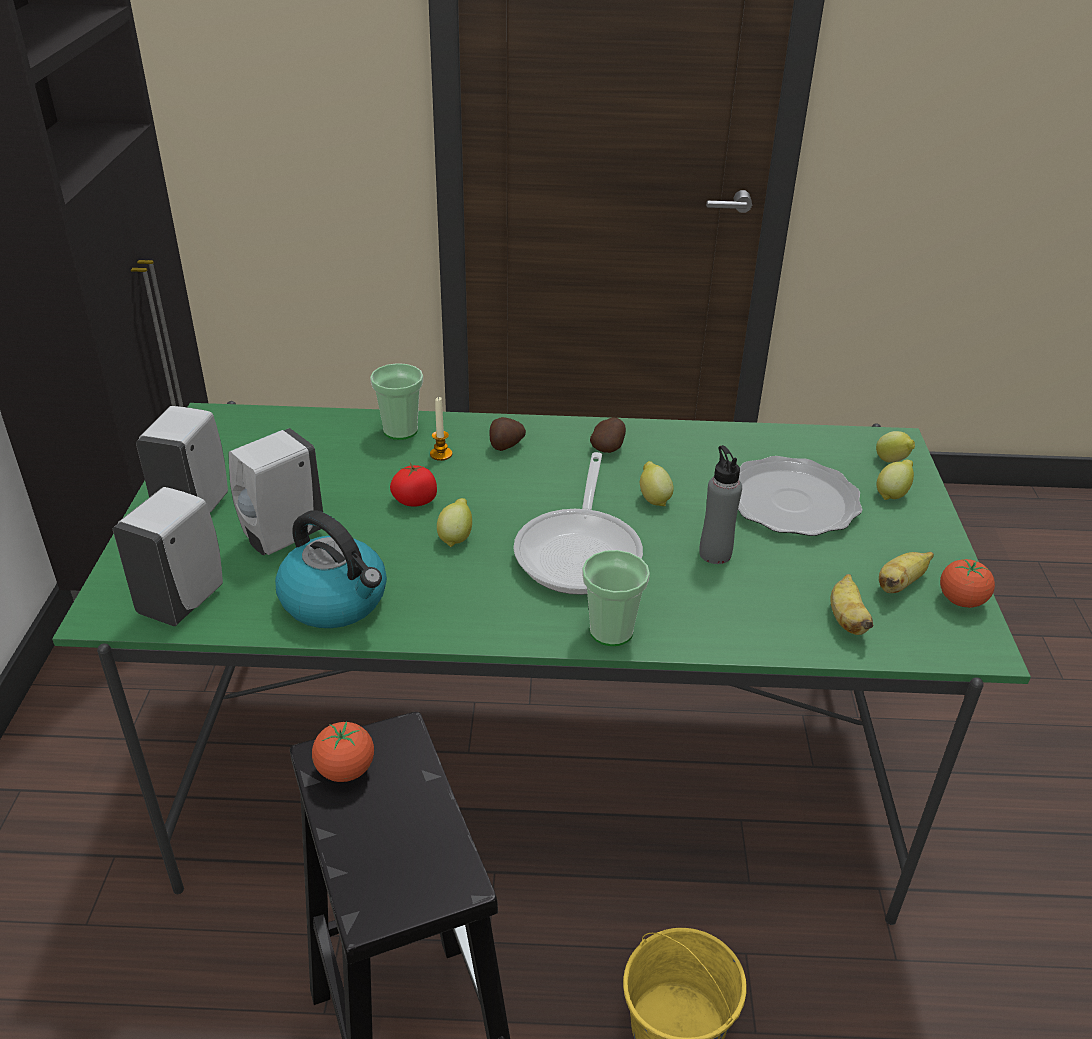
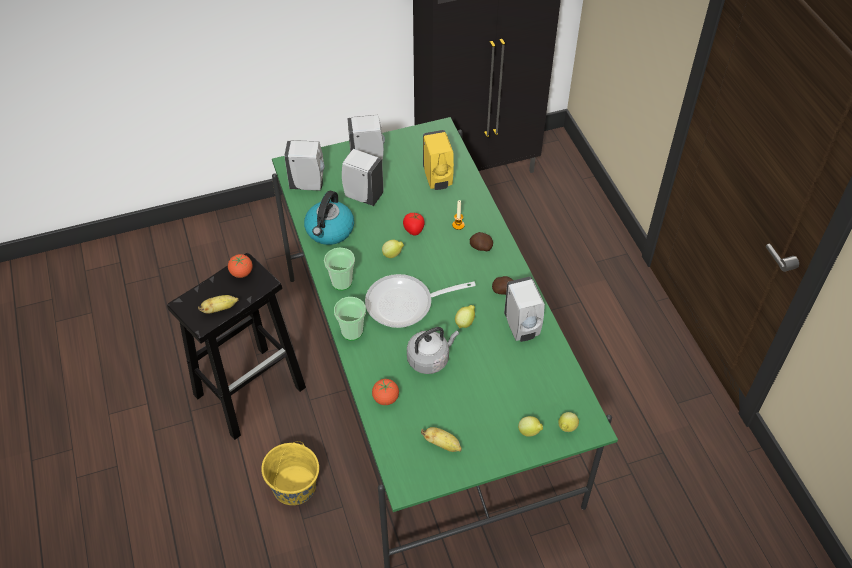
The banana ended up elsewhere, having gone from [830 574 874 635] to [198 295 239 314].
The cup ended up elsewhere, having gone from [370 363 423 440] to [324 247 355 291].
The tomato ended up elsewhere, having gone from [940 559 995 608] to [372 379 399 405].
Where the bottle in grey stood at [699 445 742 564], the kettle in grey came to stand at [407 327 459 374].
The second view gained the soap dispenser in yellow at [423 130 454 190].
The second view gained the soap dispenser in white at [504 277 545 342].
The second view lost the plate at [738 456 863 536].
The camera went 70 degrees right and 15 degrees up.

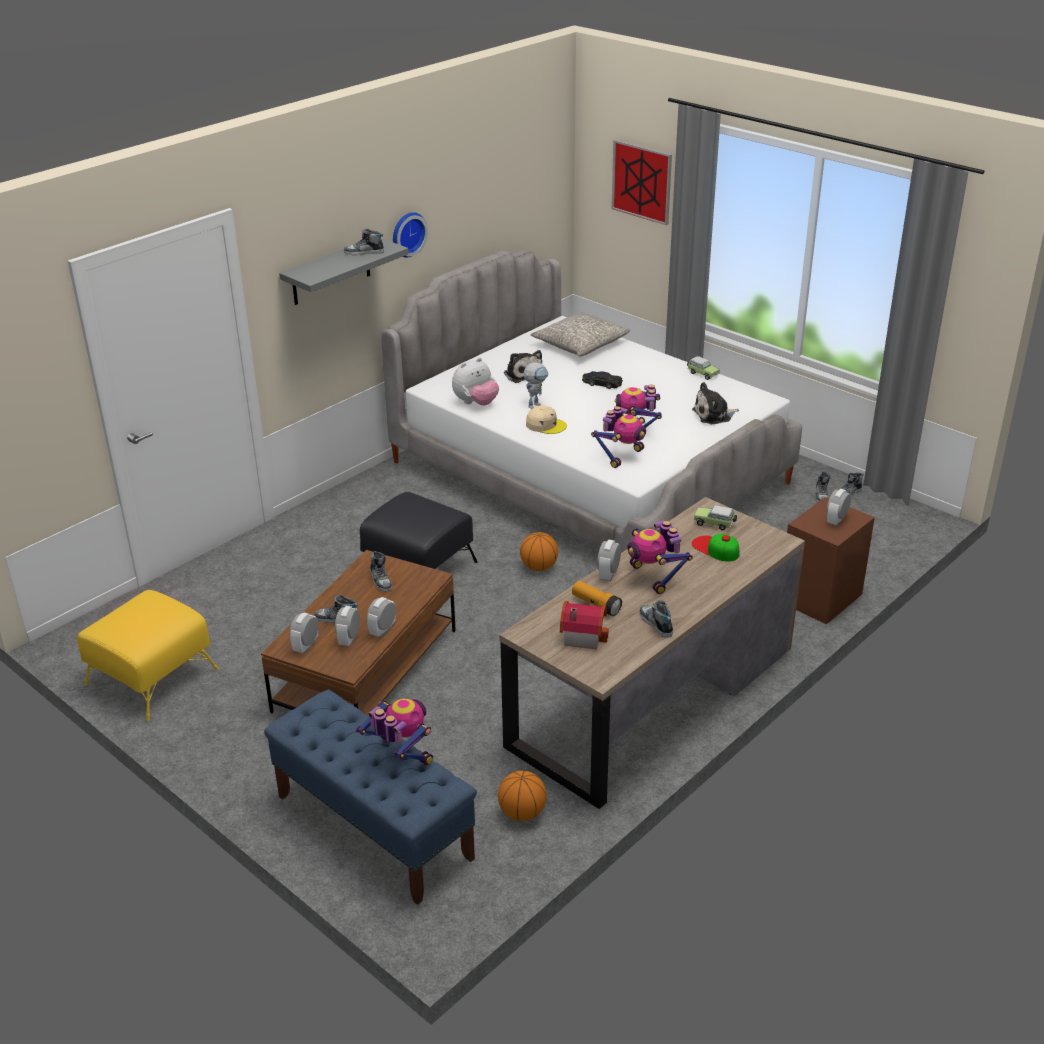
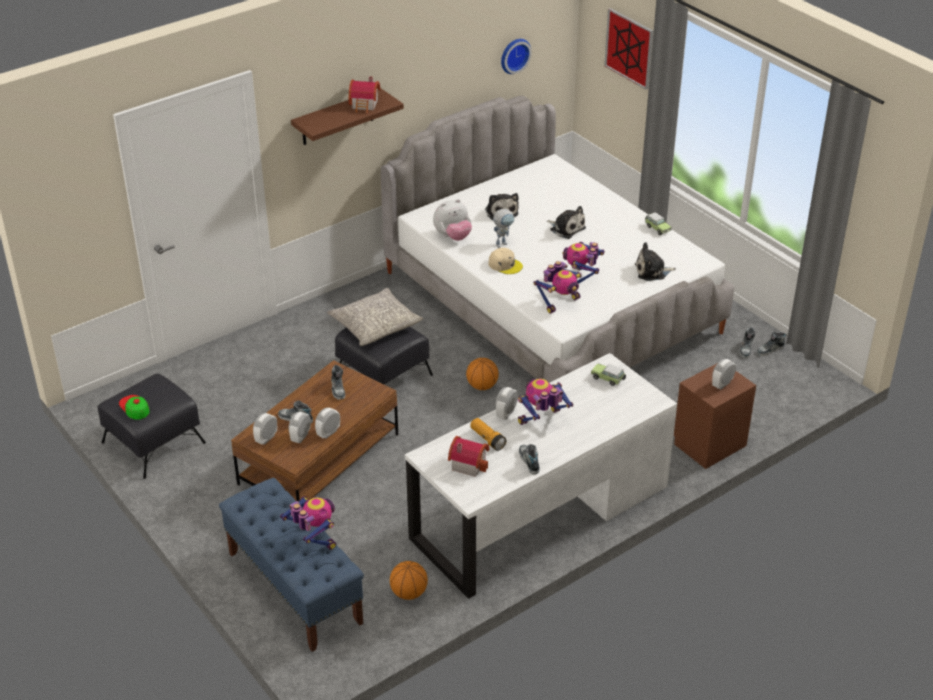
What was the ottoman in yellow at [77 590 219 721] turned into the ottoman in black at [97 374 206 479].
The cap ended up elsewhere, having gone from [692 534 739 561] to [119 395 150 420].
What was the shelf in grey at [279 238 409 305] turned into the shelf in brown at [291 89 404 145].
The pillow in grey ended up elsewhere, having gone from [531 312 630 356] to [327 288 423 346].
Where the shoe stood at [344 229 384 255], the toy house came to stand at [348 76 380 113].
What was the desk in brown at [499 497 805 809] turned into the desk in white at [405 353 677 599].
The wall clock ended up elsewhere, having gone from [393 212 428 258] to [501 39 532 74].
The toy robot at [627 521 693 594] ended up facing another way, 75 degrees clockwise from before.
Where the toy car in black stood at [582 371 623 389], the plush toy came to stand at [547 206 586 239].
The camera went 10 degrees right and 5 degrees up.

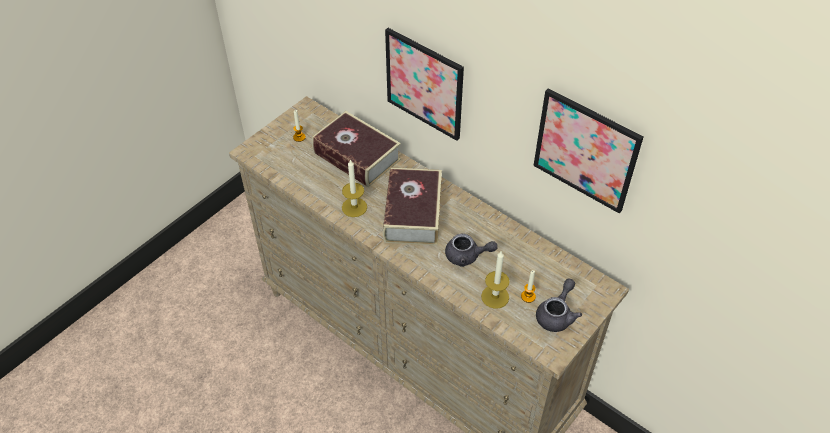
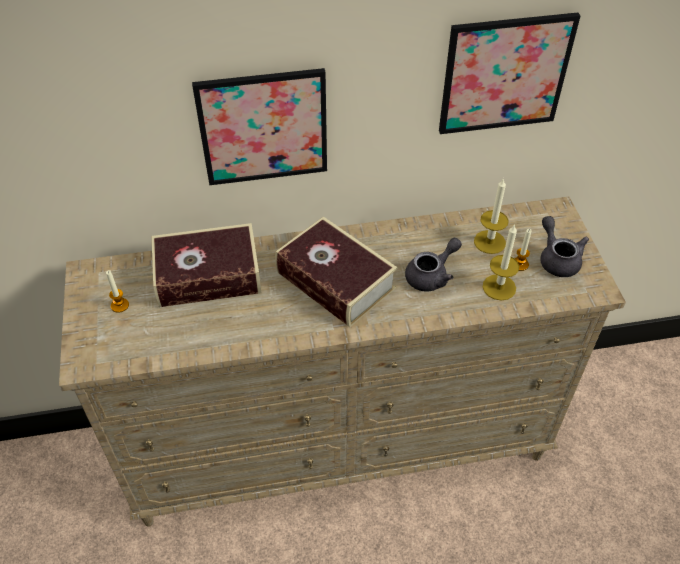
The candle ended up elsewhere, having gone from [342 159 367 217] to [474 178 509 254].
The camera went 50 degrees left and 0 degrees up.

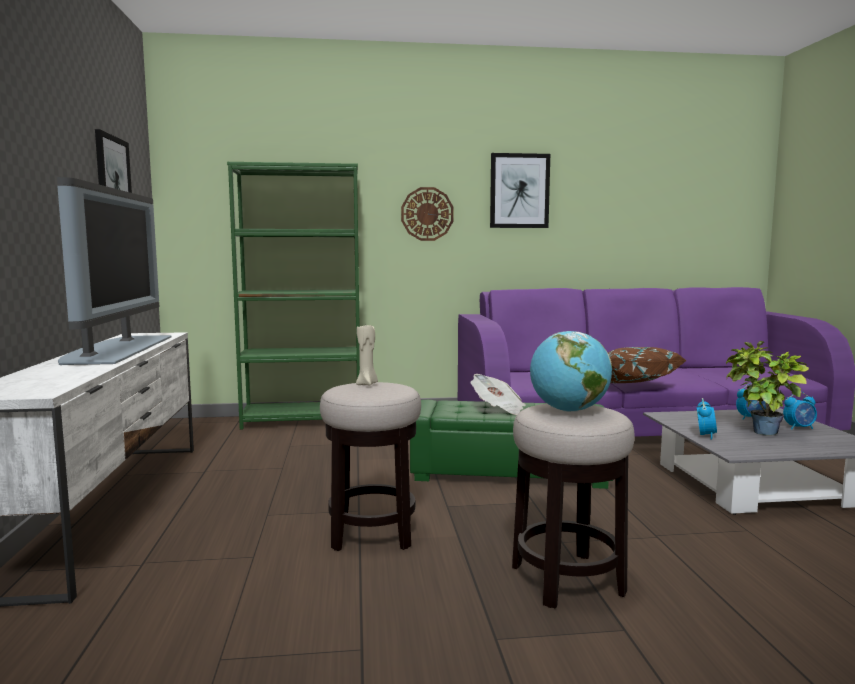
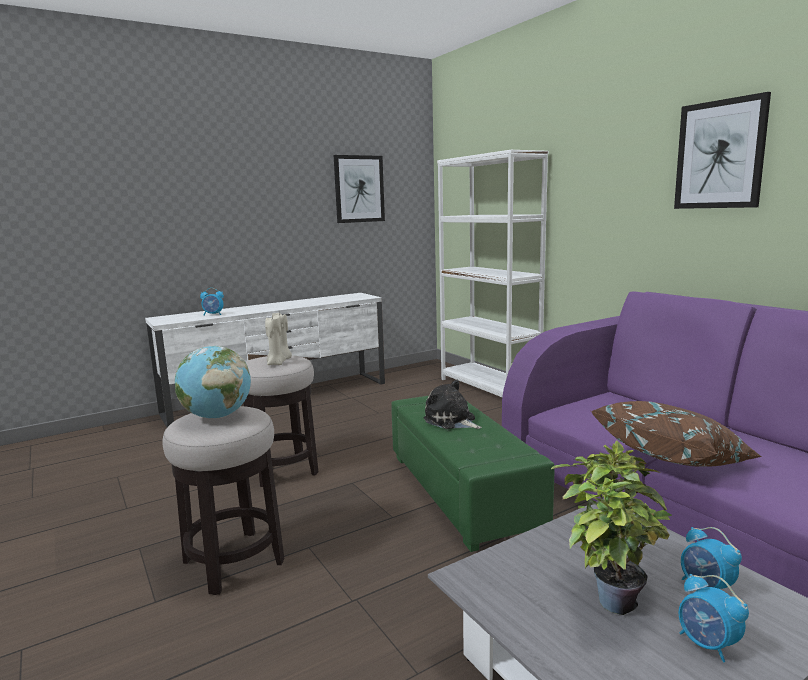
The alarm clock ended up elsewhere, having gone from [697 398 717 440] to [200 288 224 316].
The second view gained the candle in beige at [265 315 286 365].
Where the newspaper stood at [471 374 526 415], the plush toy came to stand at [424 380 482 429].
What was the bookcase in green at [227 162 360 430] turned into the bookcase in white at [437 150 549 397].
The second view lost the television at [57 177 172 365].
The second view lost the wall clock at [401 187 454 241].
The camera went 65 degrees right and 5 degrees up.

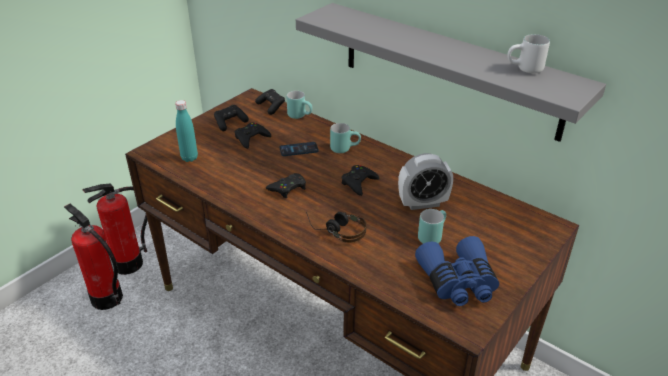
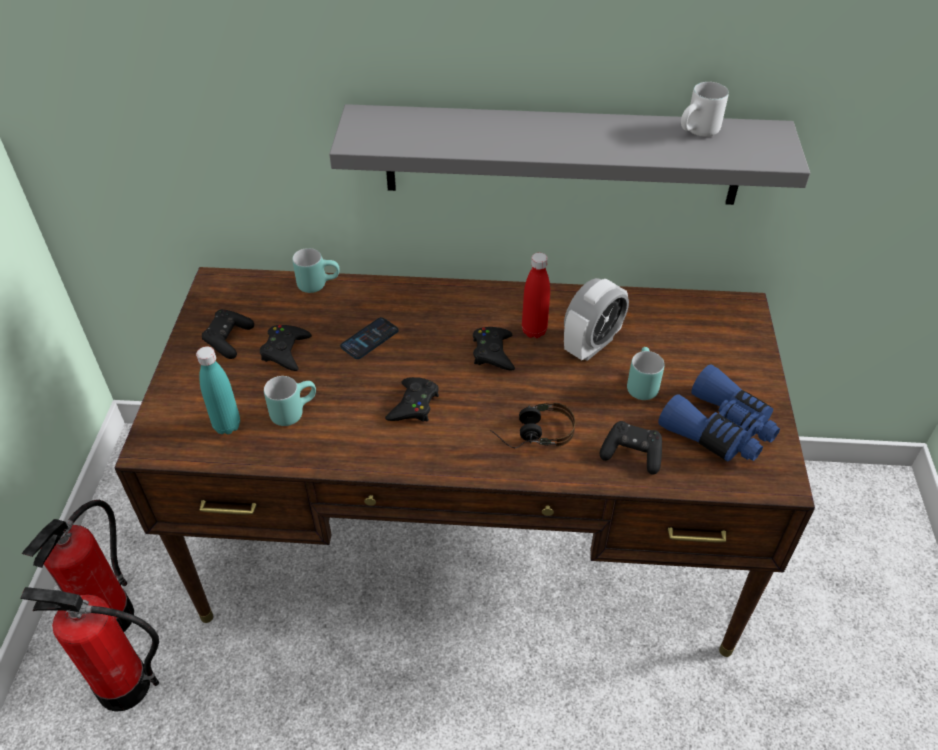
The mug in turquoise ended up elsewhere, having gone from [330 123 361 153] to [264 376 316 426].
The second view gained the bottle in red at [522 253 550 338].
The game controller in black ended up elsewhere, having gone from [255 89 285 115] to [600 421 662 475].
The camera went 35 degrees left and 10 degrees up.

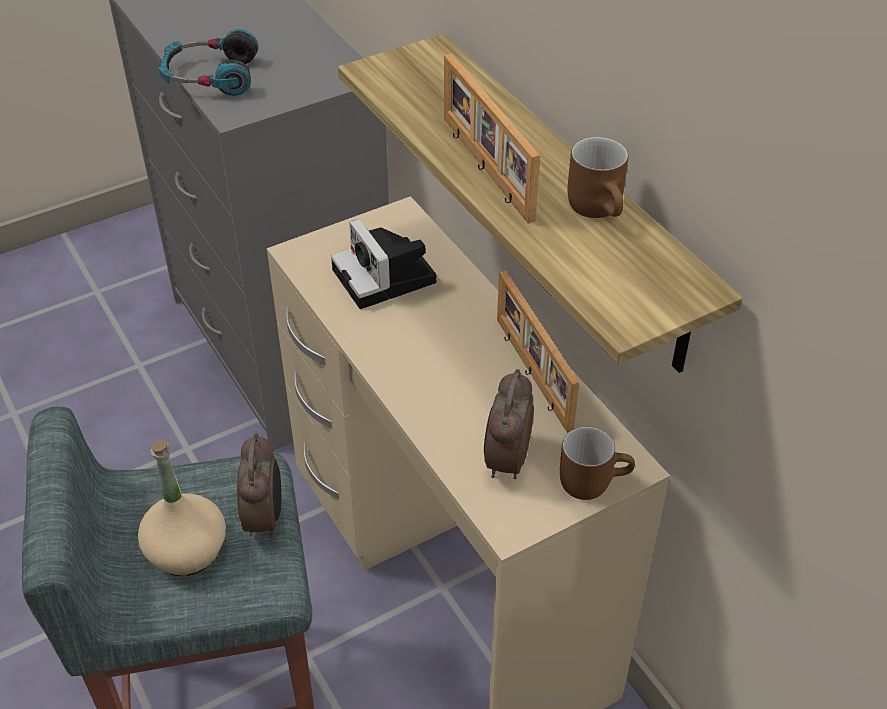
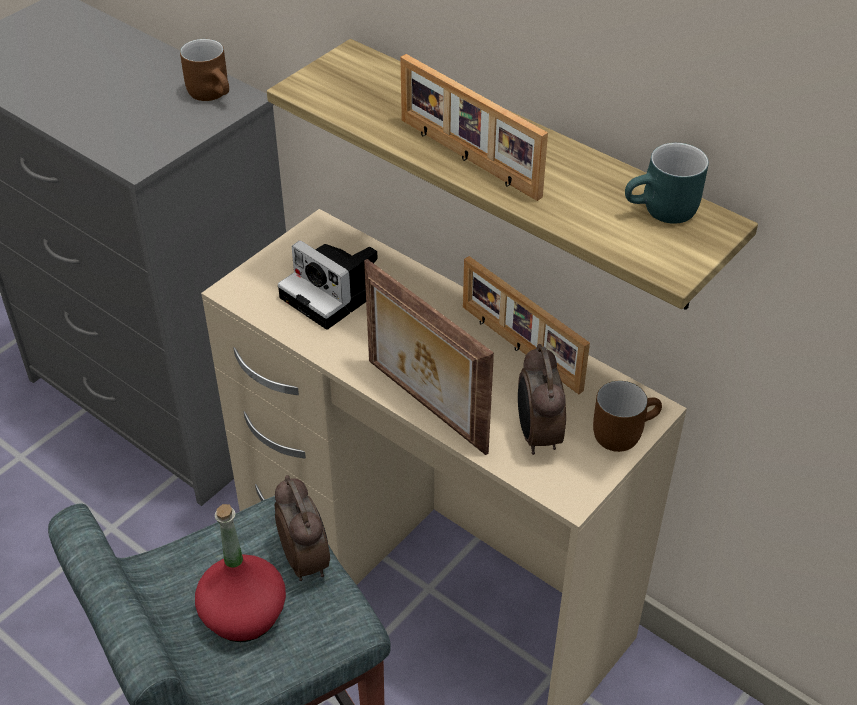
The mug in brown ended up elsewhere, having gone from [567 137 628 218] to [180 39 229 101].
What was the bottle in beige at [138 440 226 576] turned into the bottle in red at [195 504 286 642].
The second view gained the picture frame at [364 259 494 455].
The second view gained the mug in turquoise at [625 143 709 224].
The second view lost the headphones at [158 29 258 96].
The camera went 20 degrees left and 0 degrees up.

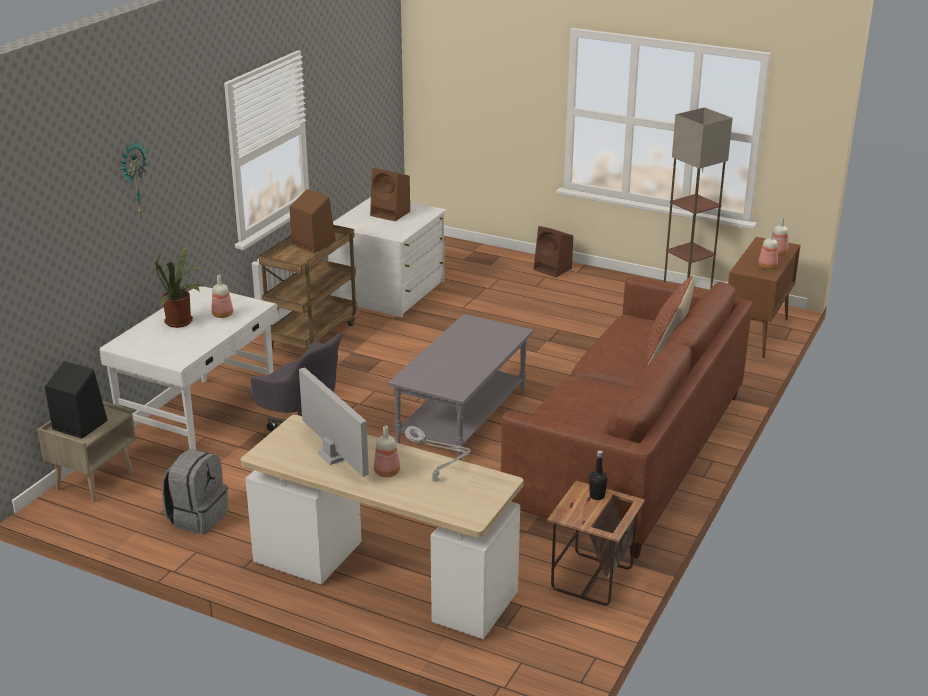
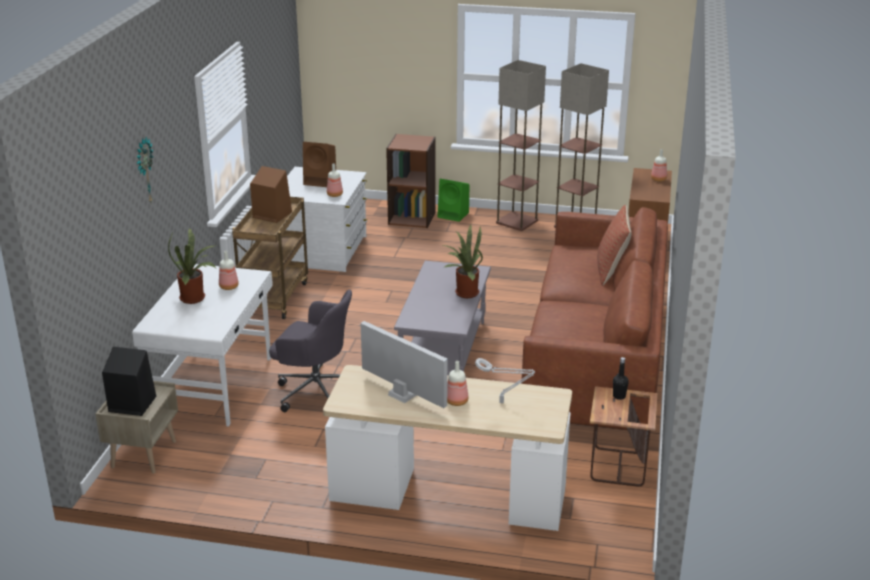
The bottle ended up elsewhere, having gone from [758 230 778 269] to [327 163 343 197].
The second view gained the bookcase in brown at [386 134 436 228].
What was the speaker in brown at [534 226 573 277] turned into the speaker in green at [437 179 469 222].
The second view gained the potted plant at [443 224 483 298].
The second view gained the floor lamp at [496 60 546 231].
The second view lost the backpack in grey at [162 449 228 534].
The camera went 15 degrees left and 0 degrees up.

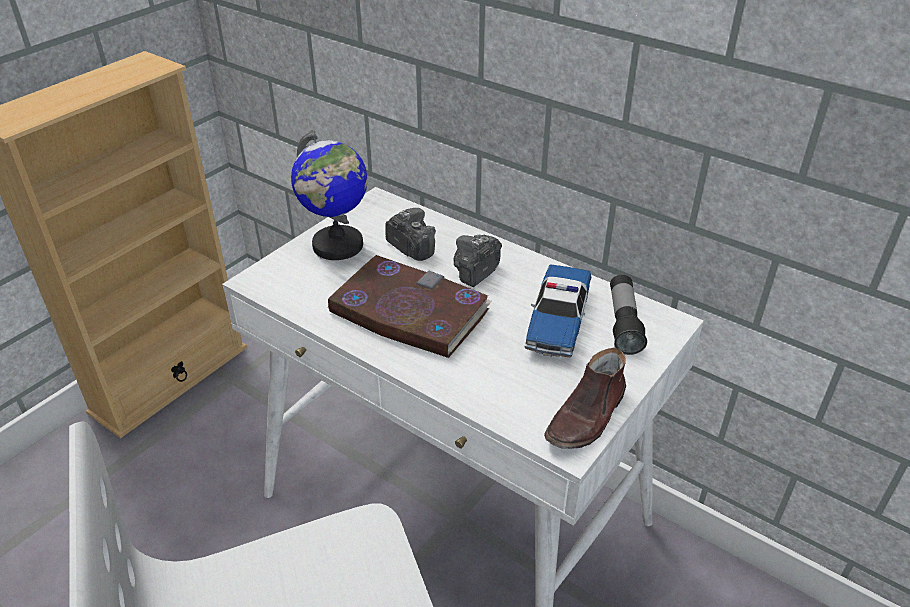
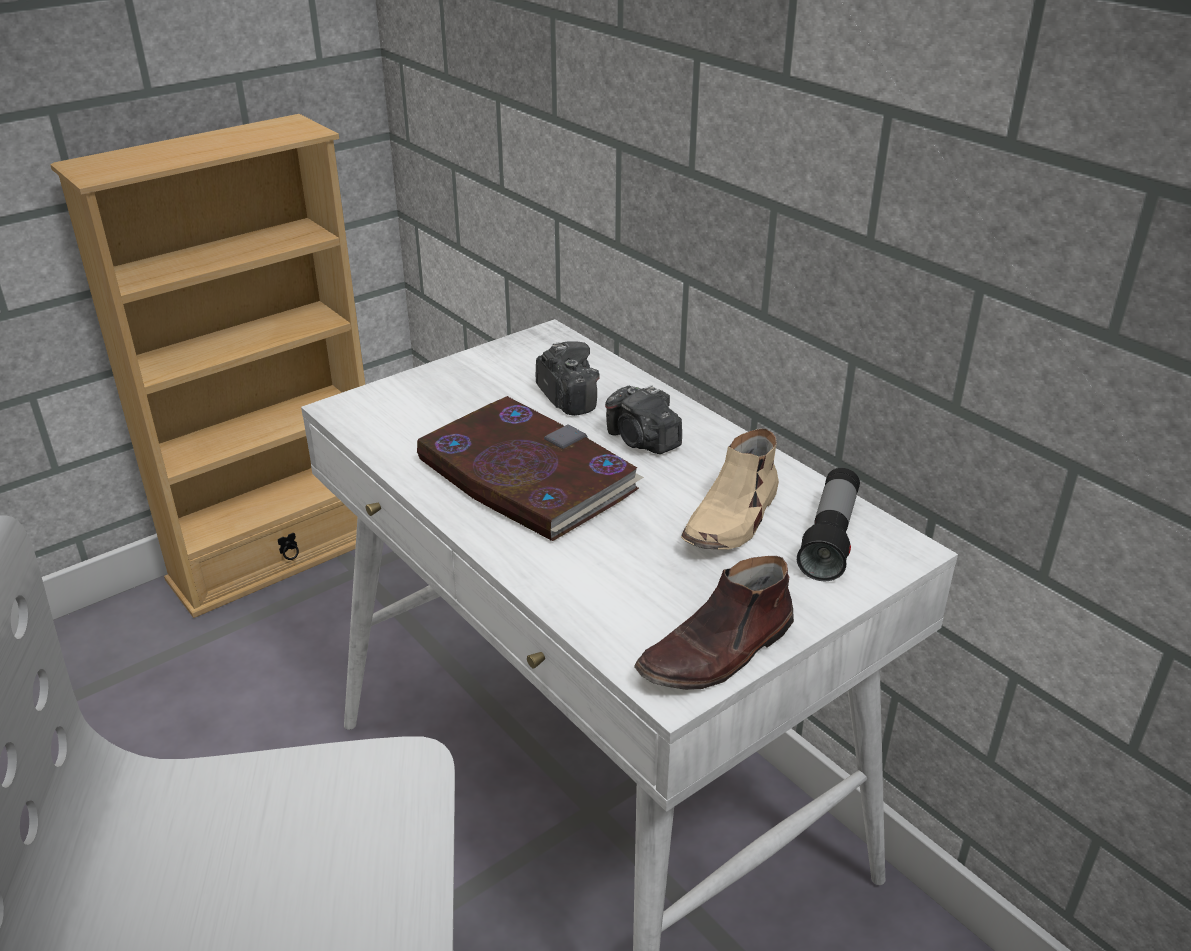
The photo camera at [453 235 502 287] ended up facing another way, 90 degrees counterclockwise from before.
Where the toy car stood at [525 264 591 357], the shoe in beige came to stand at [681 429 779 549].
The second view lost the globe at [291 129 368 260].
The camera went 15 degrees right and 5 degrees down.

